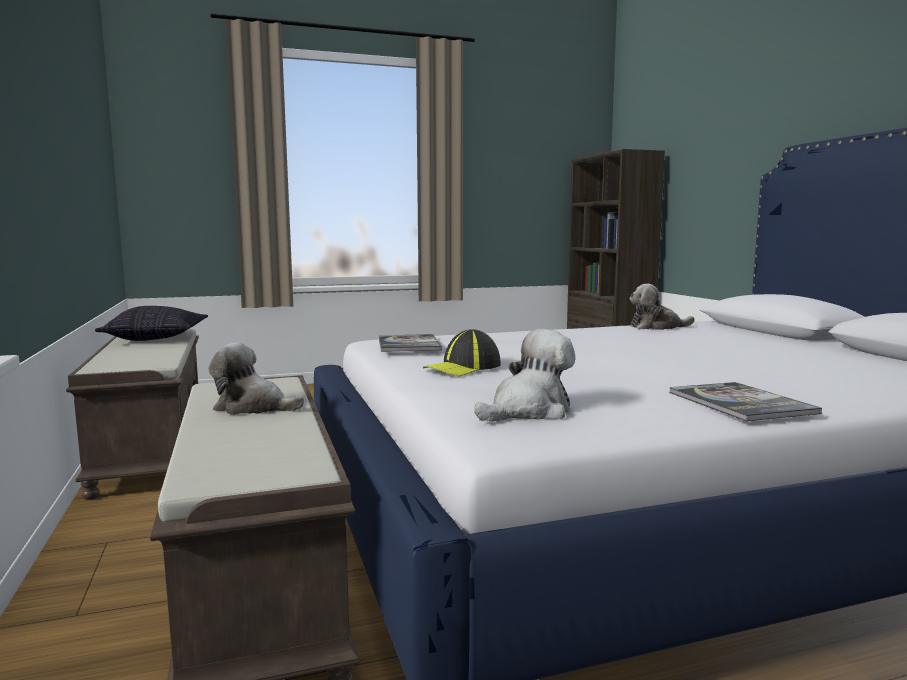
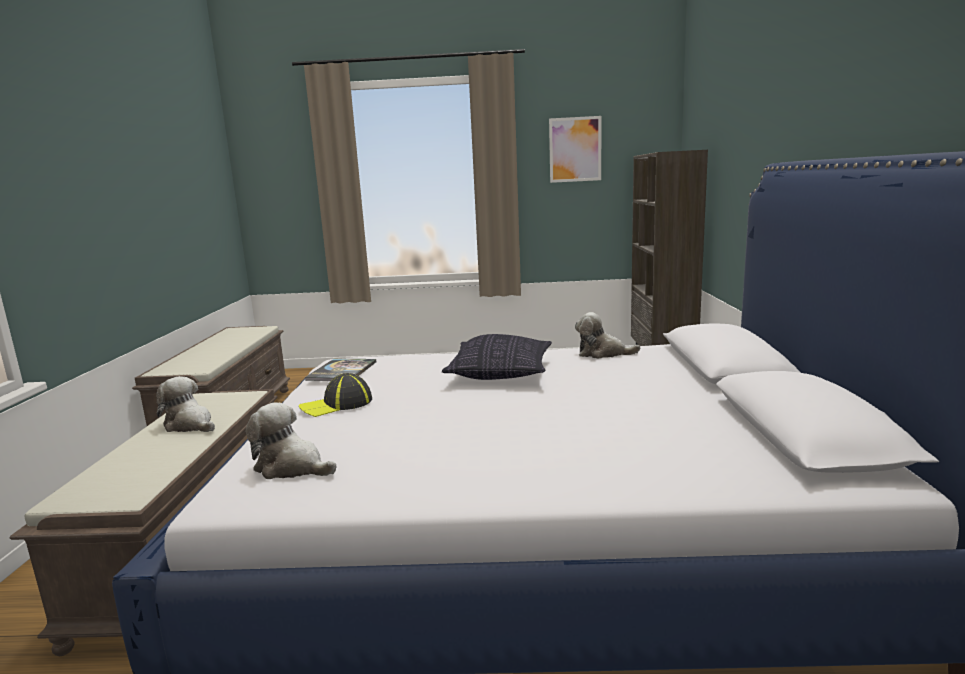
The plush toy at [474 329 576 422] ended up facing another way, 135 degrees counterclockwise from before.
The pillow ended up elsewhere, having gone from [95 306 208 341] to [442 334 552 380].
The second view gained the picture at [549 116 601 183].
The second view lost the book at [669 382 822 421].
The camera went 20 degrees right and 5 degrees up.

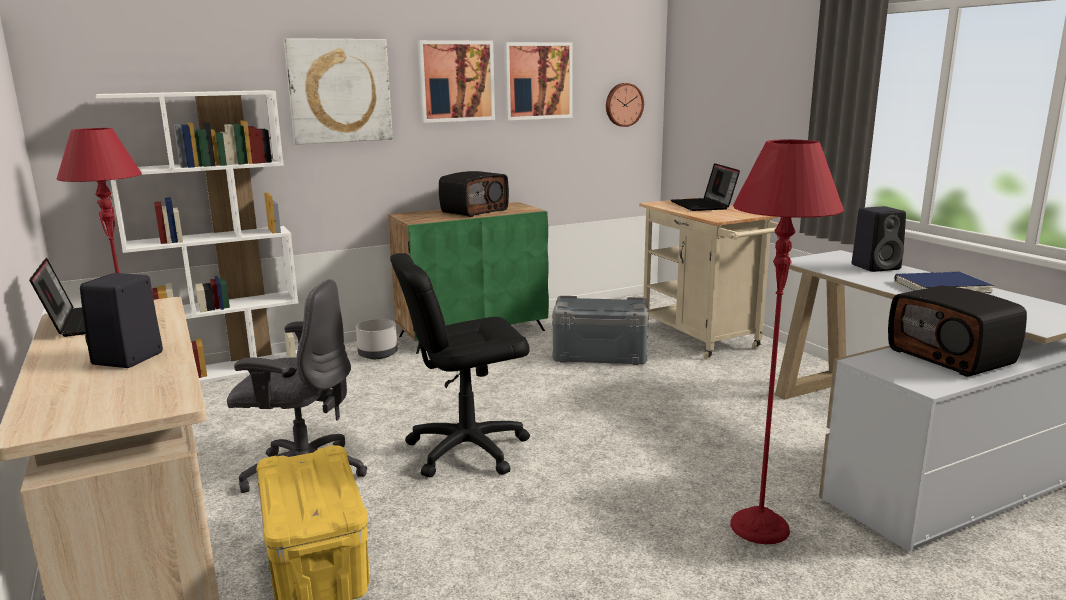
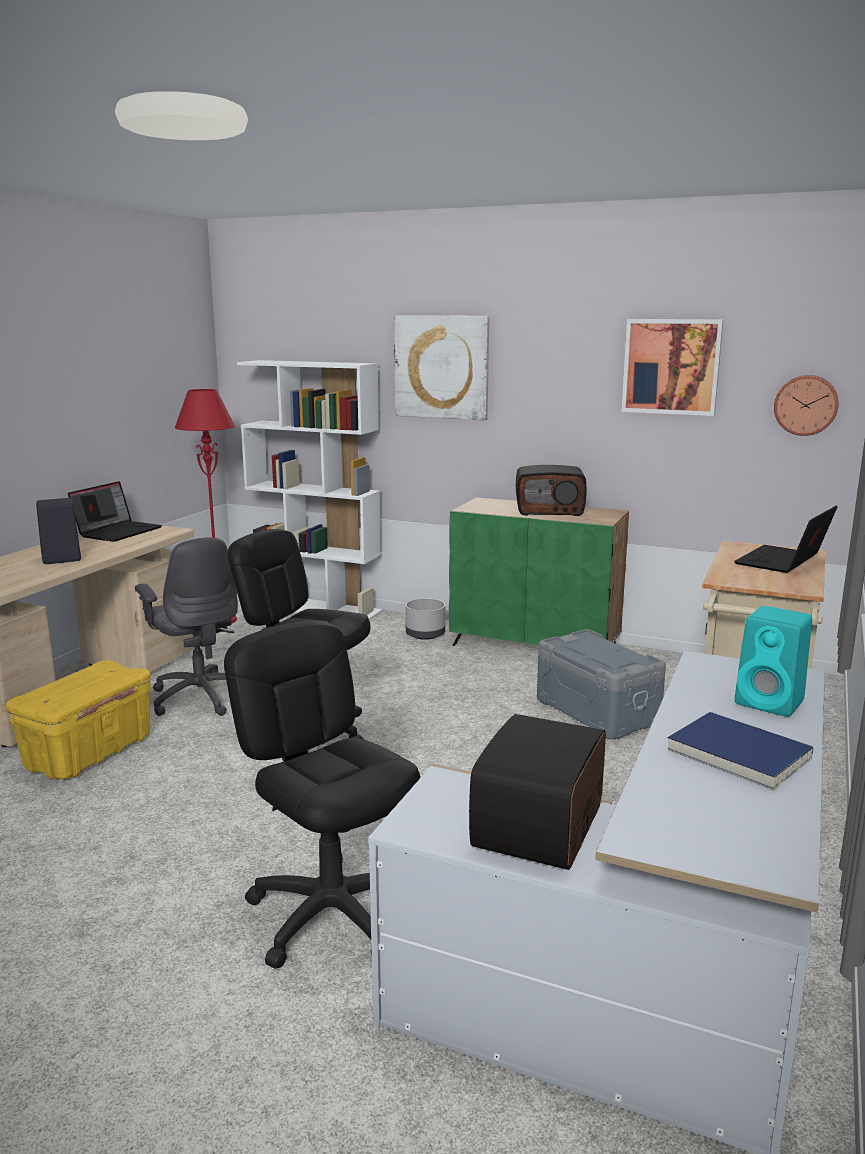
Where the floor lamp in red stood at [730 139 843 544], the office chair in black came to stand at [224 621 420 969].
What was the speaker in black at [852 206 906 272] turned into the speaker in turquoise at [735 606 812 717].
The second view lost the picture at [418 40 495 123].
The camera went 50 degrees right and 0 degrees up.

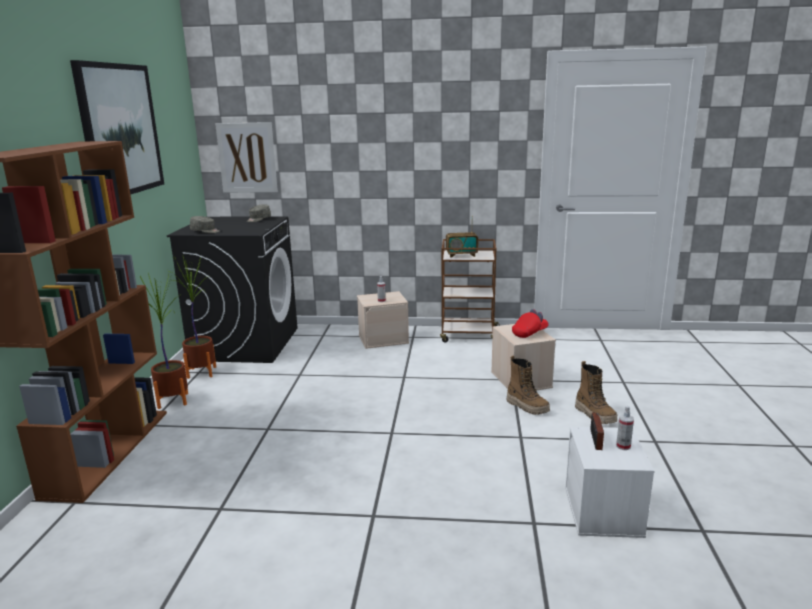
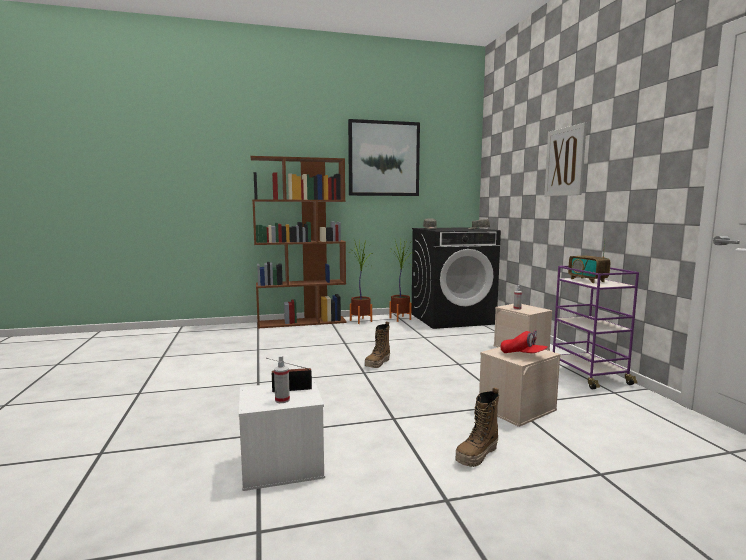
The boot ended up elsewhere, having gone from [507 355 550 415] to [365 322 390 368].
The picture ended up elsewhere, having gone from [215 122 278 193] to [544 122 587 196].
What was the cart in brown at [440 239 500 343] turned into the cart in purple at [553 266 639 389].
The camera went 70 degrees right and 10 degrees down.

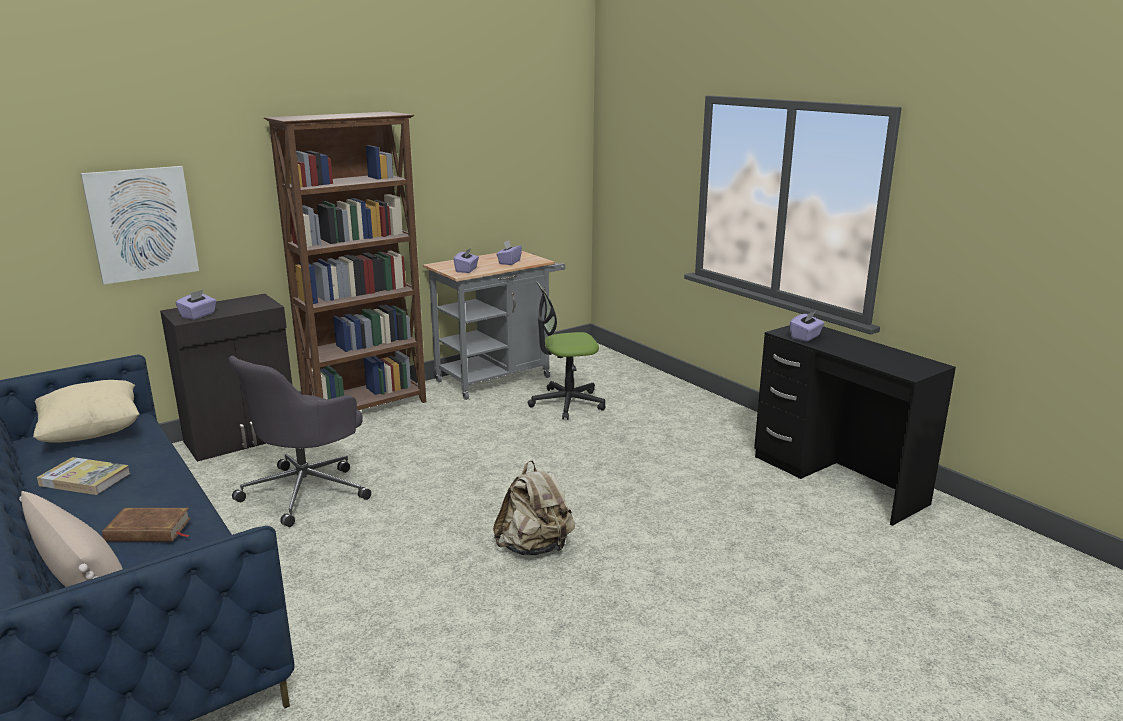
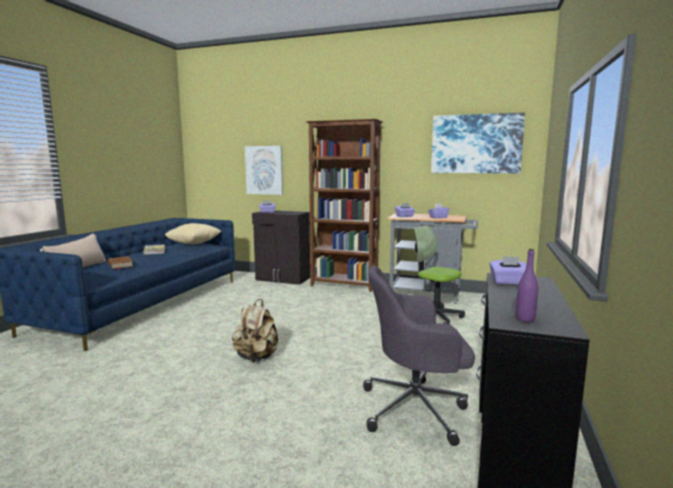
The office chair in grey ended up elsewhere, having gone from [229 356 371 527] to [363 266 475 446].
The second view gained the picture at [431 113 525 173].
The second view gained the bottle in purple at [516 249 538 322].
The camera went 55 degrees right and 10 degrees down.

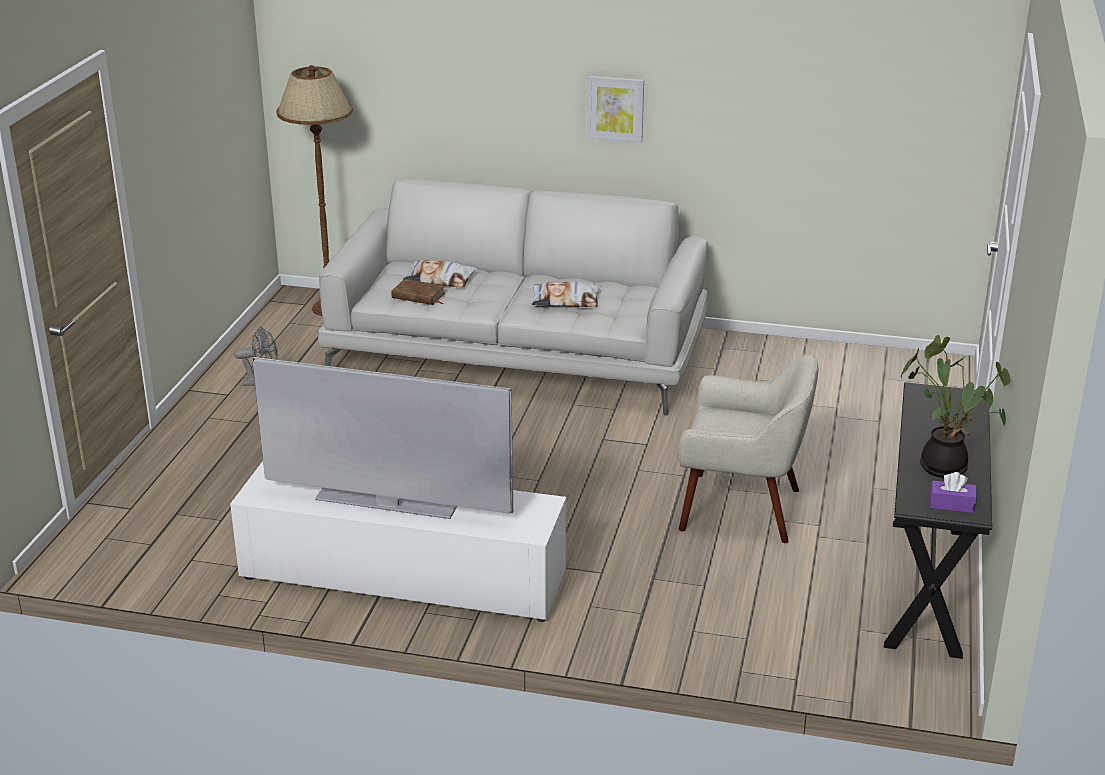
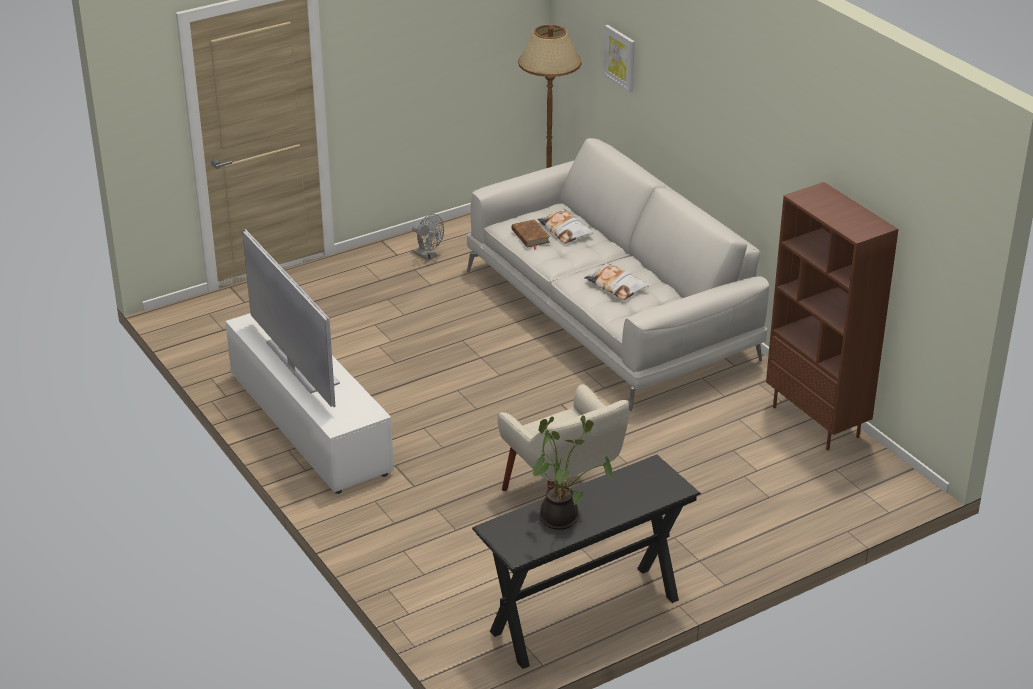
The picture ended up elsewhere, having gone from [587 76 644 143] to [603 25 635 92].
The second view gained the bookcase in brown at [766 182 899 450].
The second view lost the tissue box in purple at [930 472 977 513].
The camera went 45 degrees right and 5 degrees up.

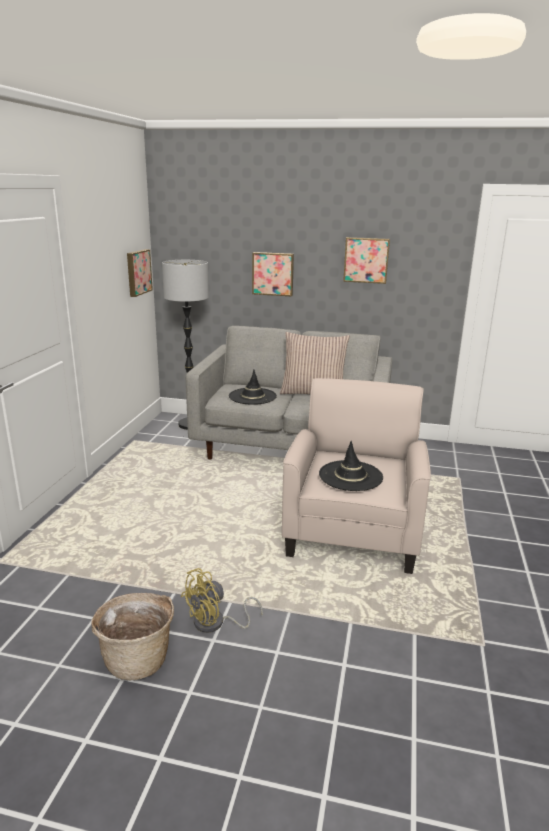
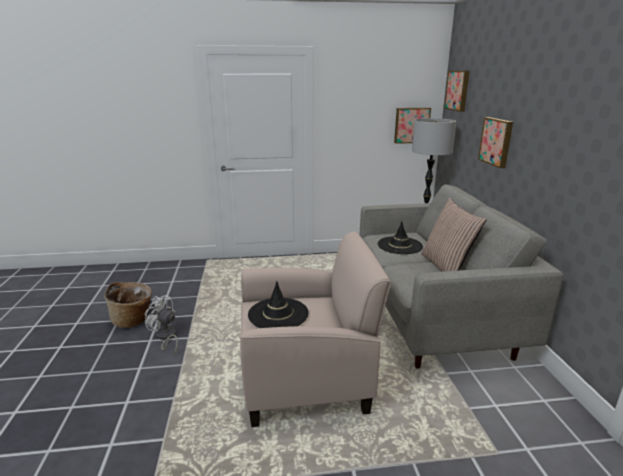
What was the fan in yellow at [181 568 263 633] turned into the fan in white at [144 295 178 353].
The picture ended up elsewhere, having gone from [343 237 390 284] to [444 71 470 112].
The camera went 70 degrees right and 0 degrees up.

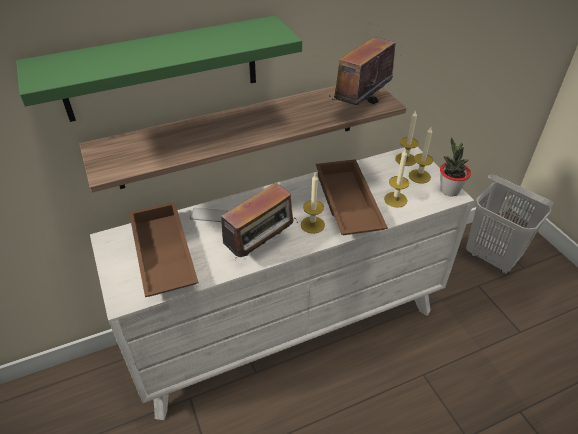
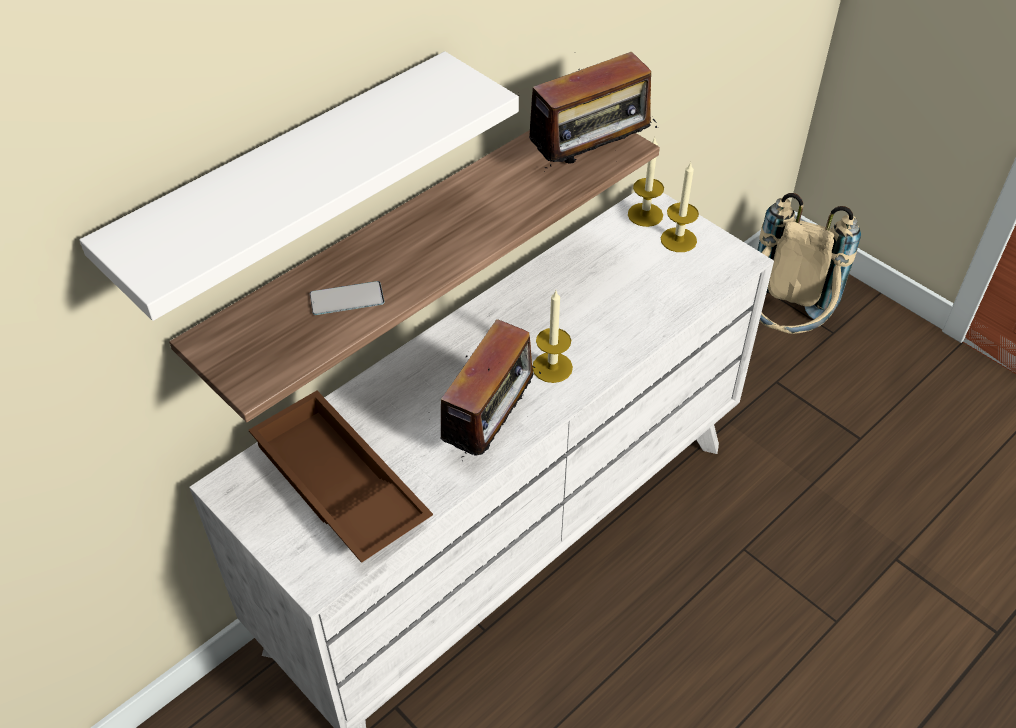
What was the shelf in green at [16 16 302 122] turned into the shelf in white at [79 51 519 321].
The phone ended up elsewhere, having gone from [190 208 228 222] to [310 281 384 315].
The radio at [330 23 396 105] ended up facing another way, 135 degrees counterclockwise from before.
Where the laundry basket in white stood at [466 174 554 274], the backpack in beige came to stand at [758 193 861 334].
The second view lost the tray in brown at [316 159 388 235].
The second view lost the candle at [384 149 409 208].
The second view lost the potted plant at [440 137 471 196].
The camera went 20 degrees left and 5 degrees up.

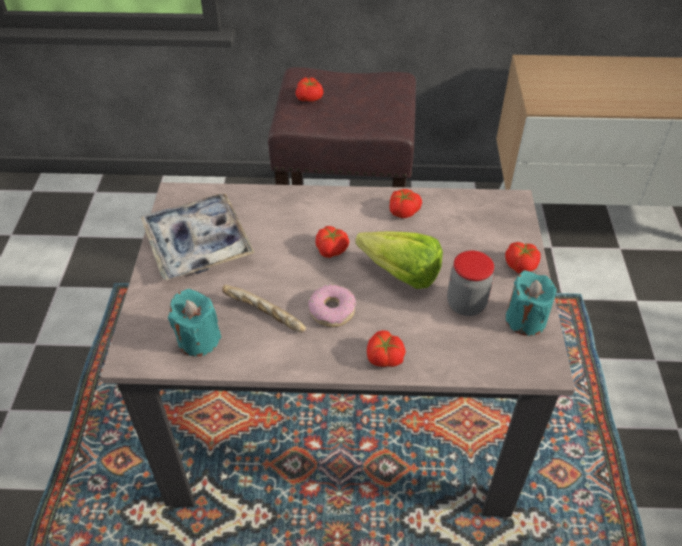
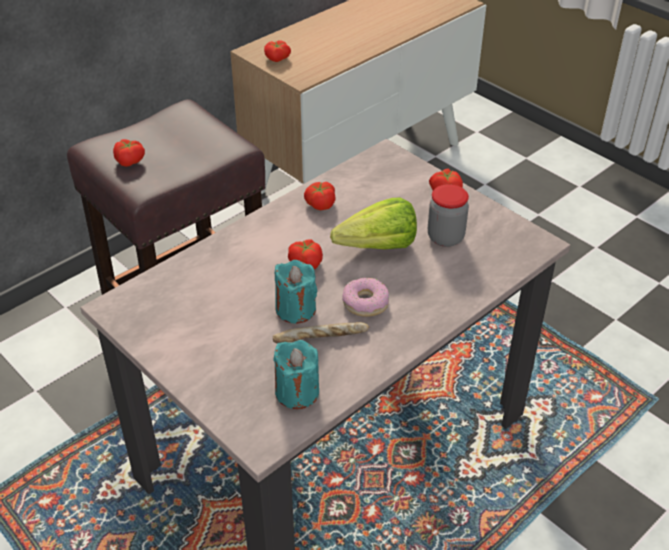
The tomato ended up elsewhere, having gone from [367 330 406 367] to [264 40 291 62].
The candle in turquoise ended up elsewhere, having gone from [506 270 557 336] to [275 260 317 323].
The second view lost the tray at [141 193 255 280].
The camera went 45 degrees left and 5 degrees down.

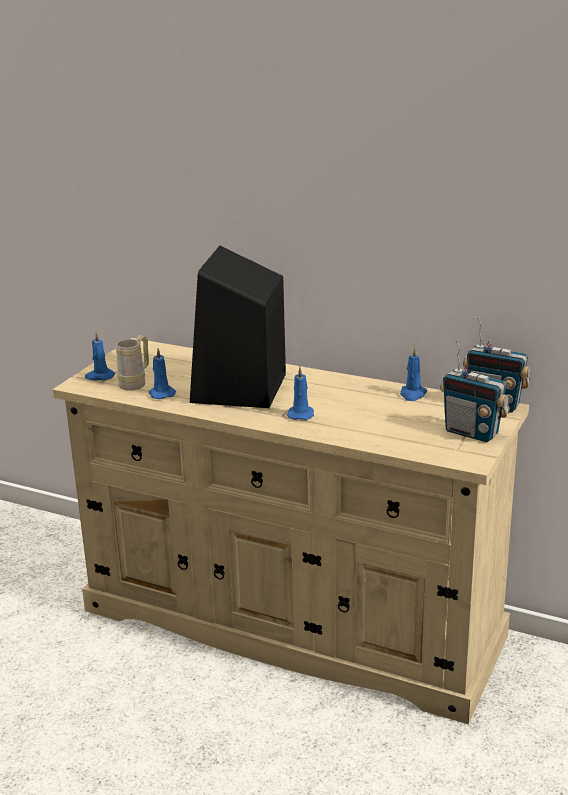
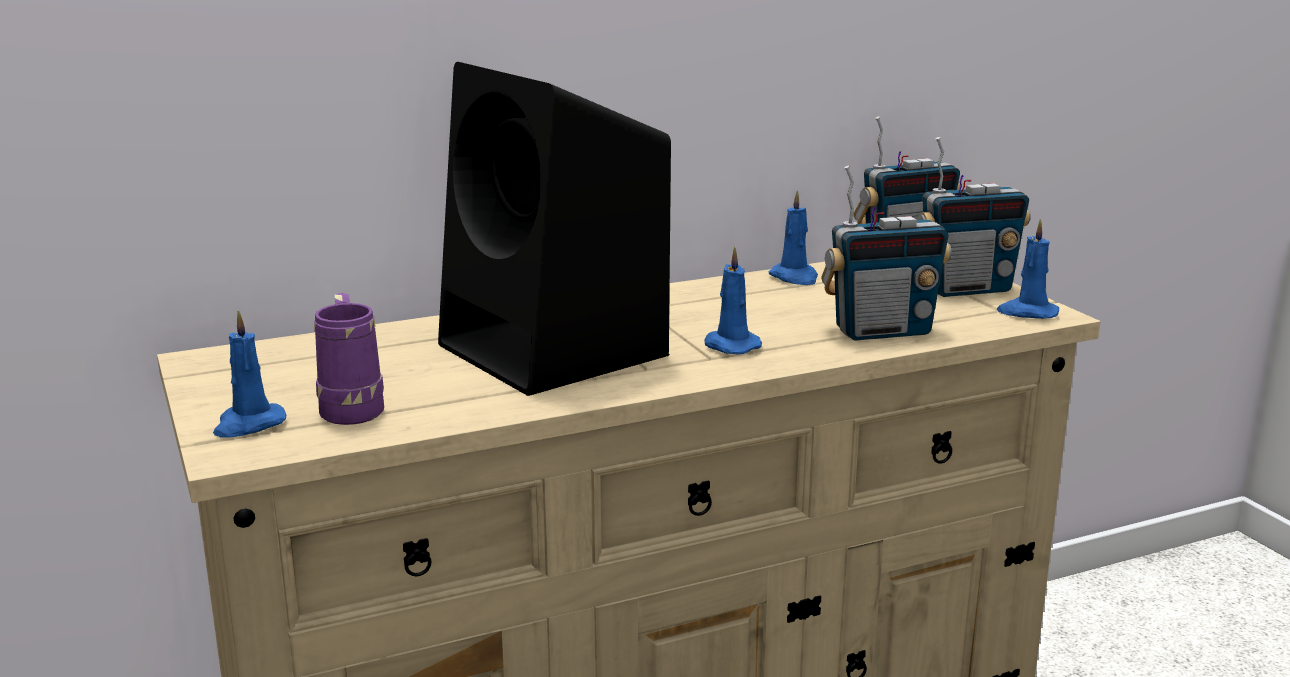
What was the mug in beige at [116 335 149 391] turned into the mug in purple at [314 293 384 425].
The second view gained the radio at [821 166 951 340].
The candle in blue ended up elsewhere, having gone from [149 348 176 399] to [997 219 1059 319].
The camera went 50 degrees left and 5 degrees down.

